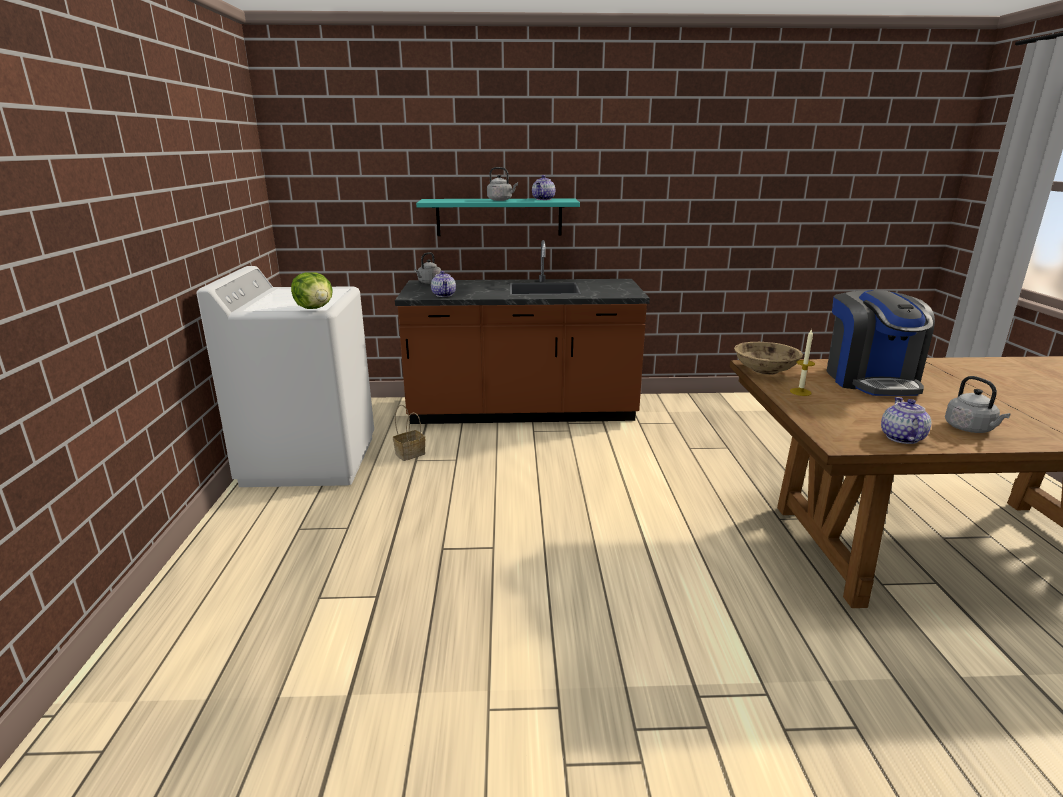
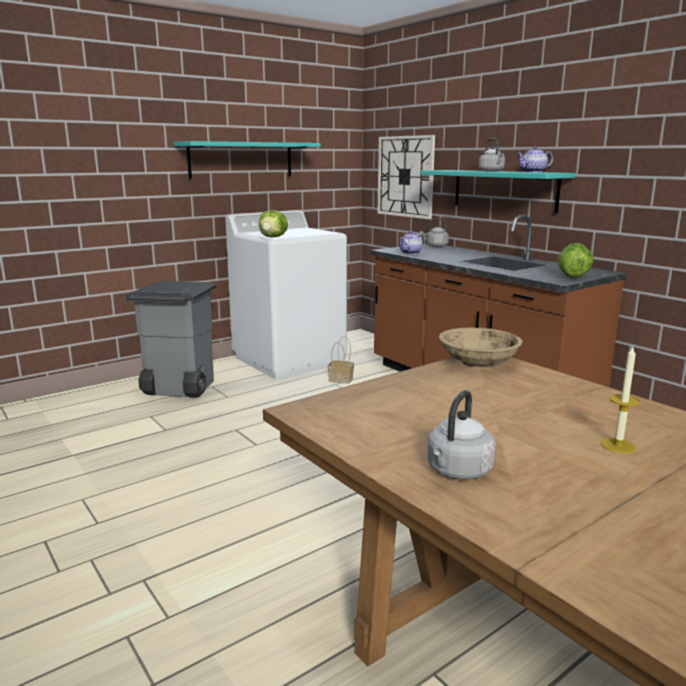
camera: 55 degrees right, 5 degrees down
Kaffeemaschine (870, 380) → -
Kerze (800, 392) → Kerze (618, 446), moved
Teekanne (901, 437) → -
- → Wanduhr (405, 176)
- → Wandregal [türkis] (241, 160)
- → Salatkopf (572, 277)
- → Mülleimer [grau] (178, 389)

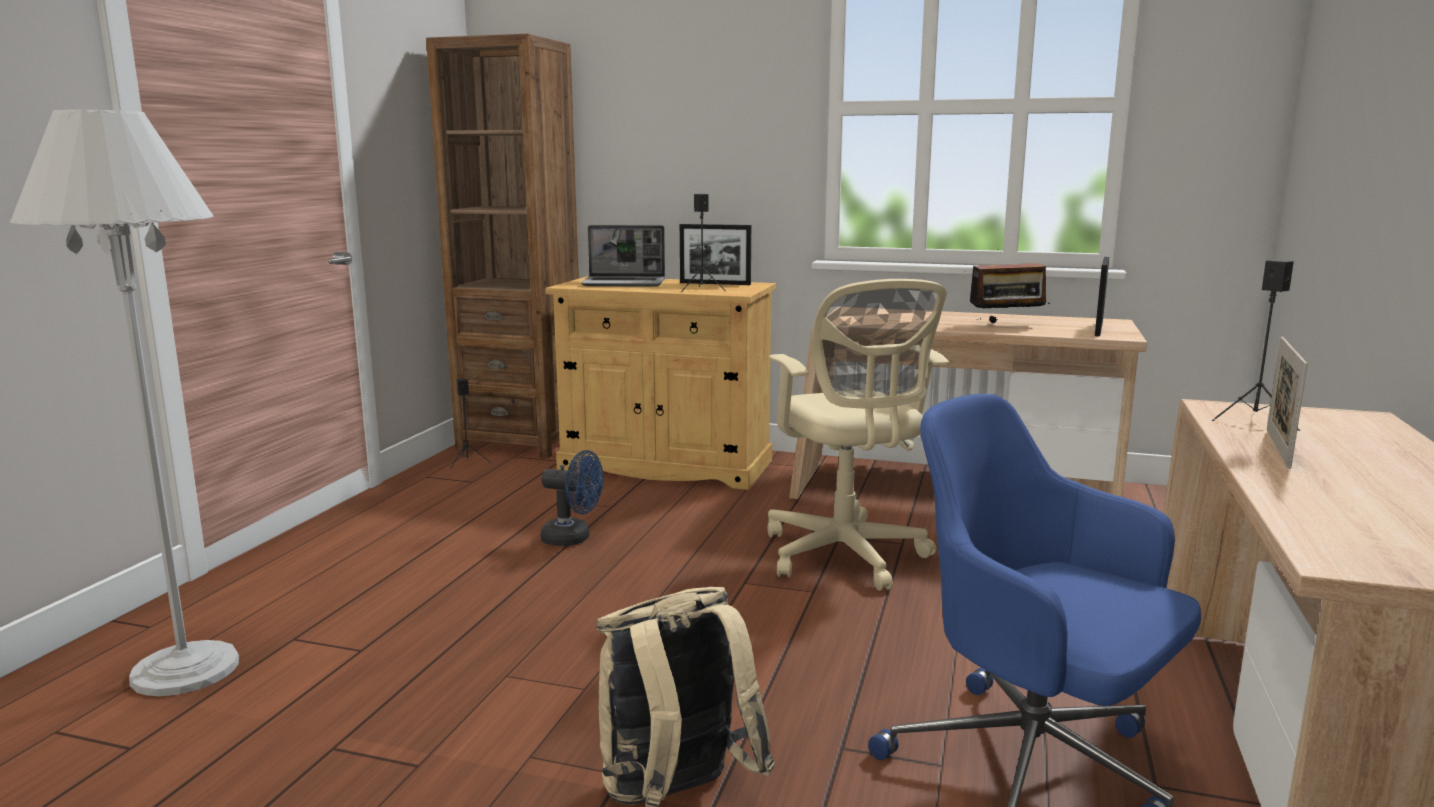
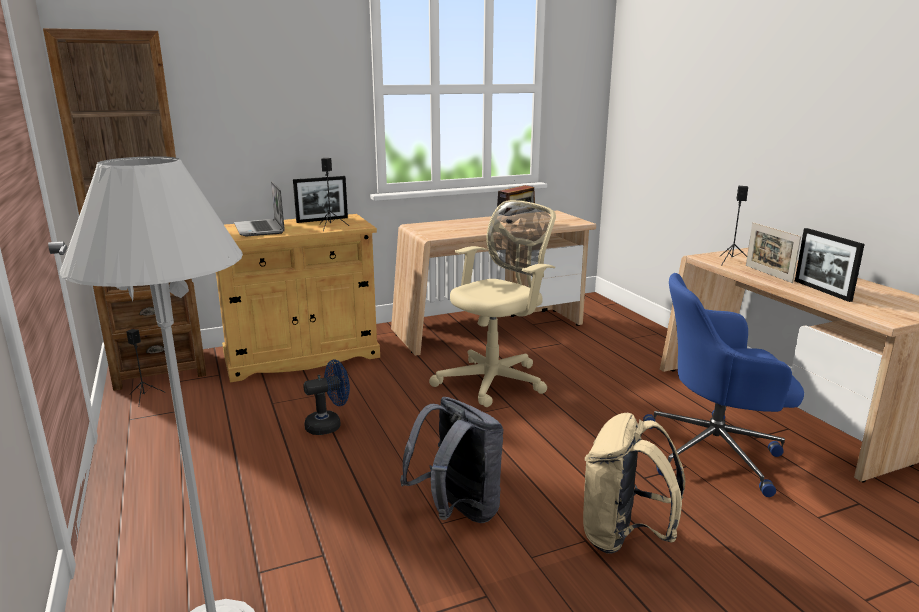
camera: 40 degrees left, 5 degrees up
Laptop (625, 283) → Laptop (260, 229), 105 degrees clockwise
Bilderrahmen (1098, 329) → Bilderrahmen (822, 290), moved
Bürostuhl [beige] (846, 557) → Bürostuhl [beige] (495, 380), 75 degrees counterclockwise
- → Rucksack [grau] (457, 511)

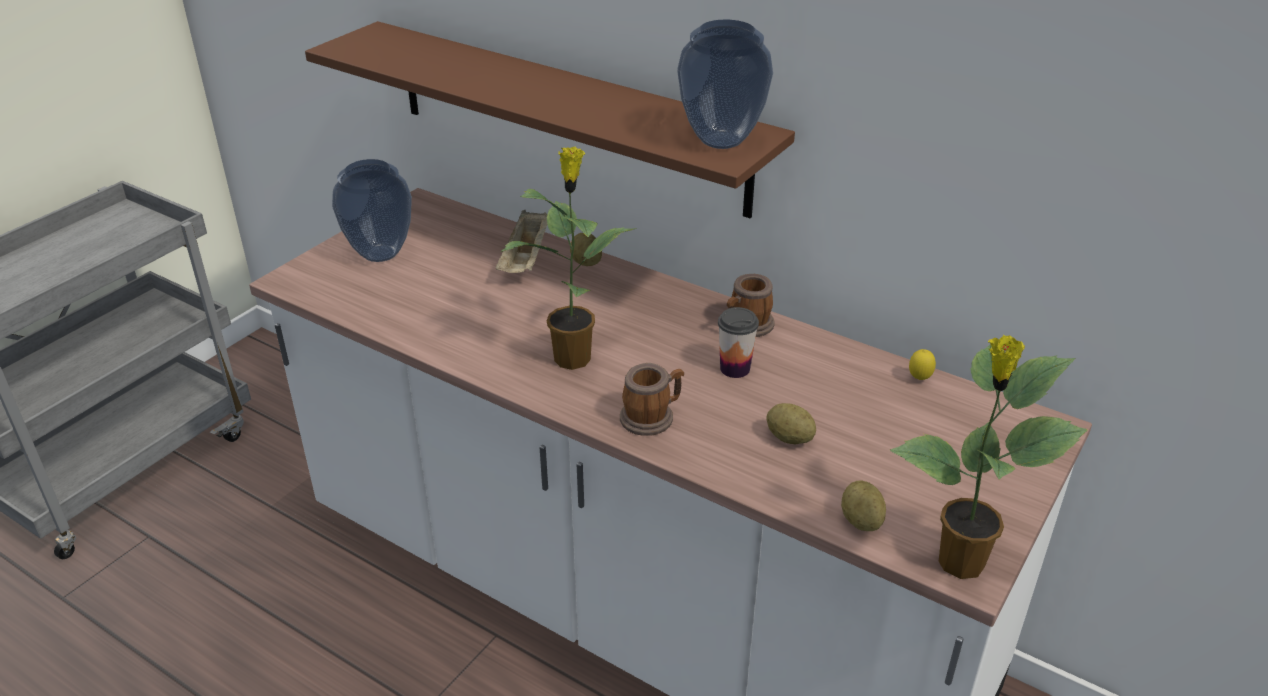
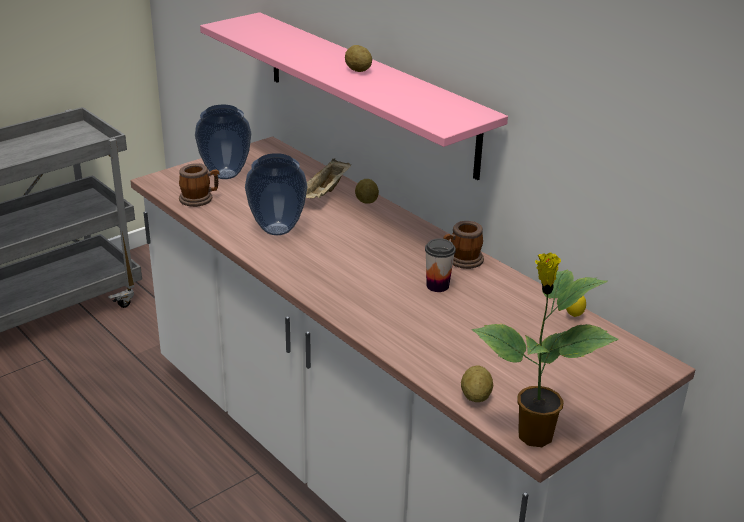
camera: 15 degrees right, 5 degrees down
Vase (720, 141) → Vase (276, 230), moved
Wandregal [braun] (566, 116) → Wandregal [rosa] (367, 91)
Topfpflanze (573, 357) → -
Henkelbecher (652, 417) → Henkelbecher (200, 199), moved
Kartoffel (789, 438) → Kartoffel (358, 70), moved

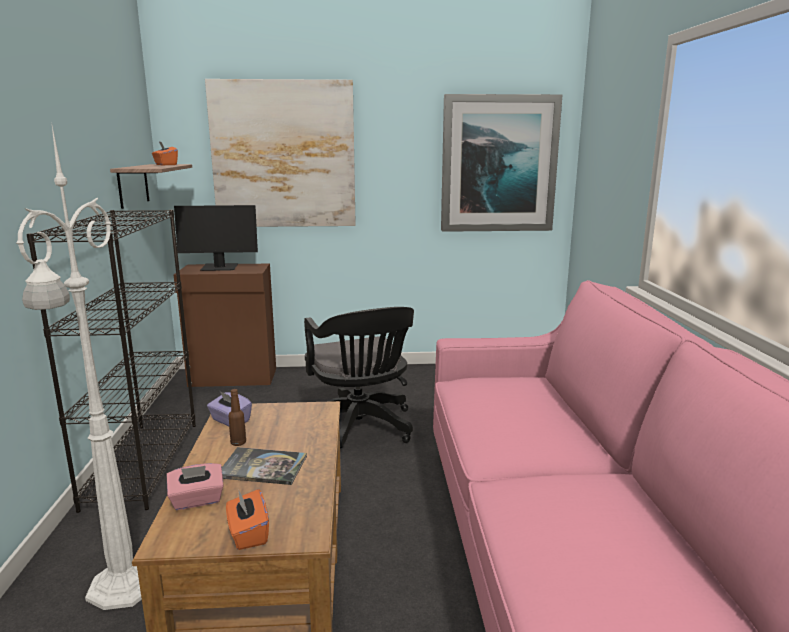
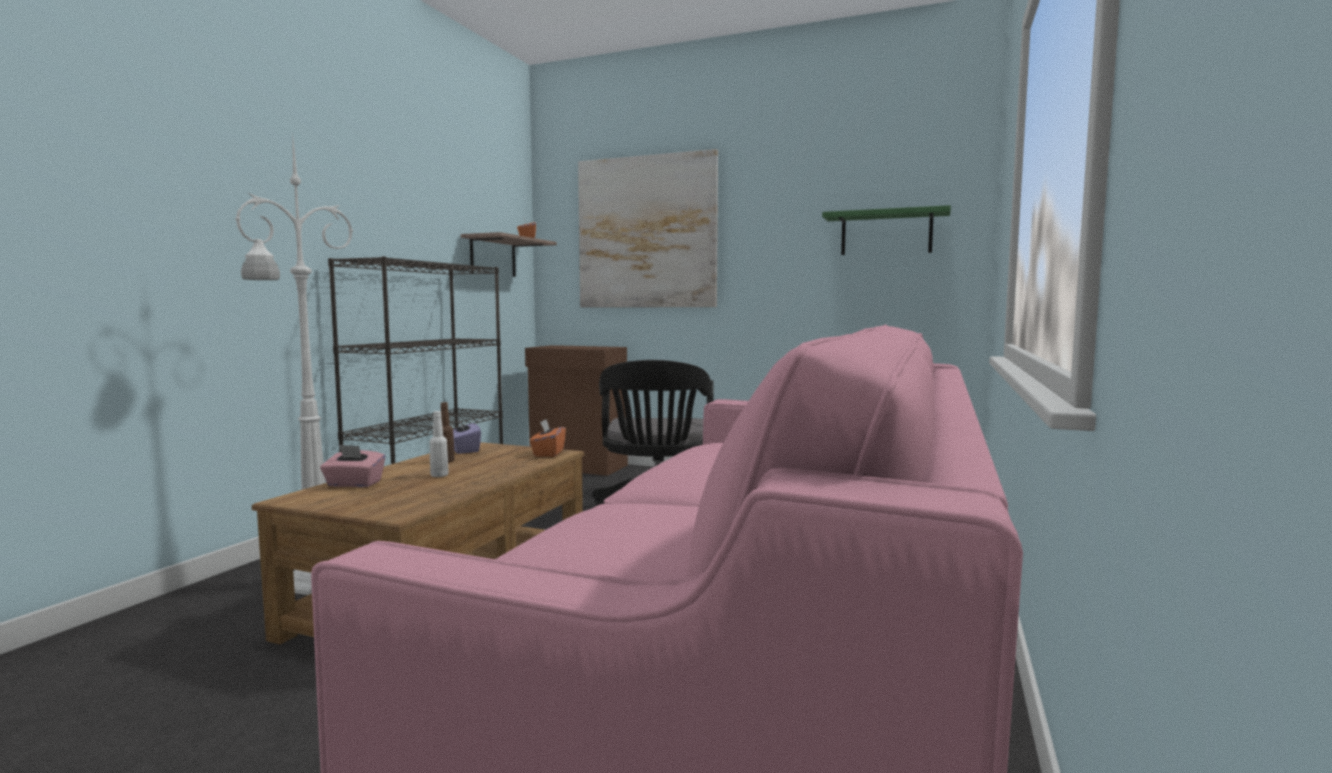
camera: 25 degrees right, 10 degrees down
Bild (498, 164) → Wandregal [grün] (886, 233)
Monitor (220, 268) → -
Buch (263, 467) → Flasche [weiß] (439, 475)
Taschentuchbox [orange] (248, 534) → Taschentuchbox [orange] (548, 453), moved

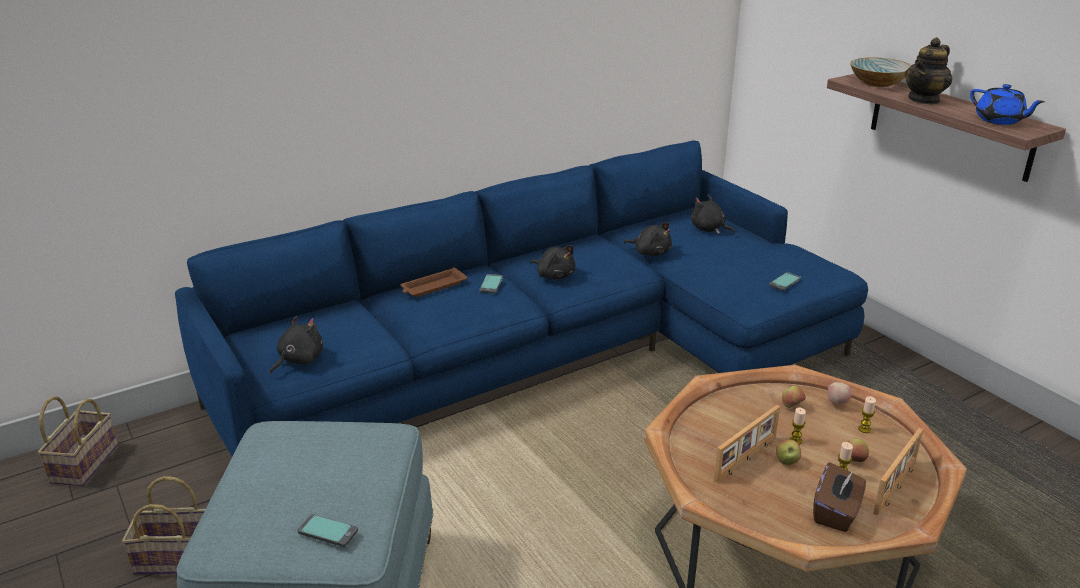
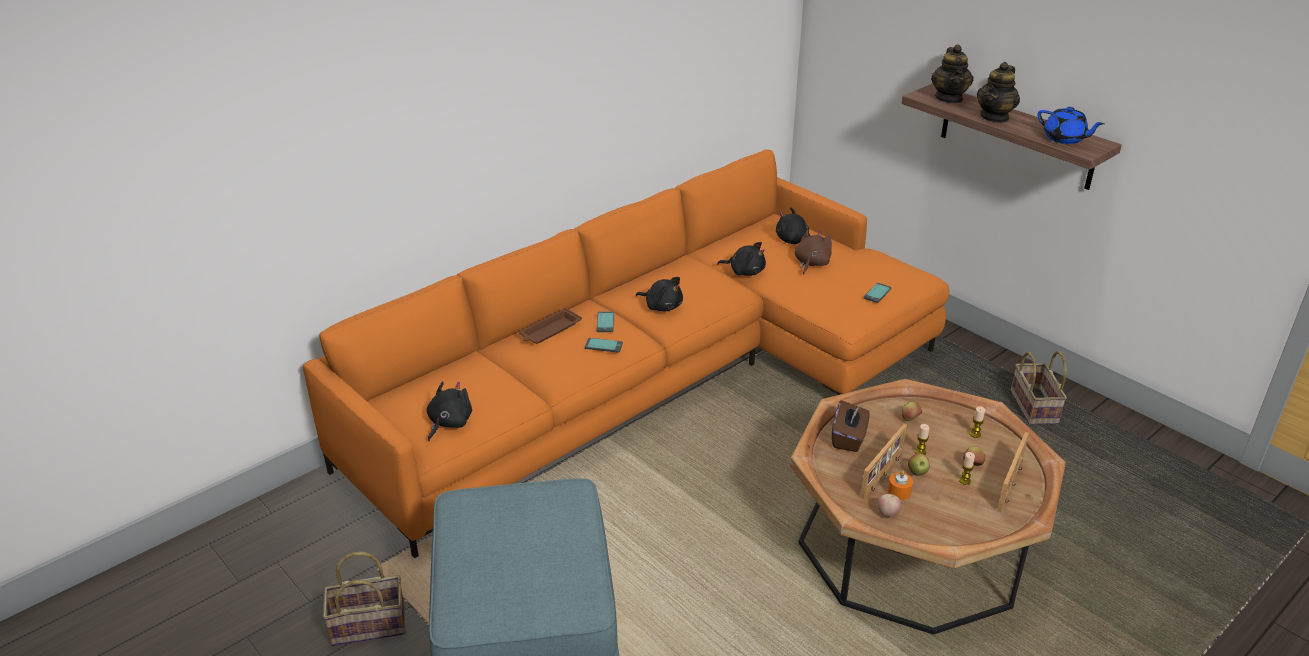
camera: 10 degrees left, 5 degrees up
Schüssel (878, 83) → Teekanne (949, 98)
Sofa [blau] (551, 357) → Sofa [orange] (657, 381)
Apfel (837, 403) → Apfel (887, 514), moved
Korb (84, 462) → Korb (1032, 406), moved
Taschentuchbox [braun] (836, 512) → Taschentuchbox [braun] (849, 438), moved
Handy (328, 531) → Handy (603, 346), moved
- → Plüschtier [braun] (811, 263)
- → Kerze [orange] (899, 491)

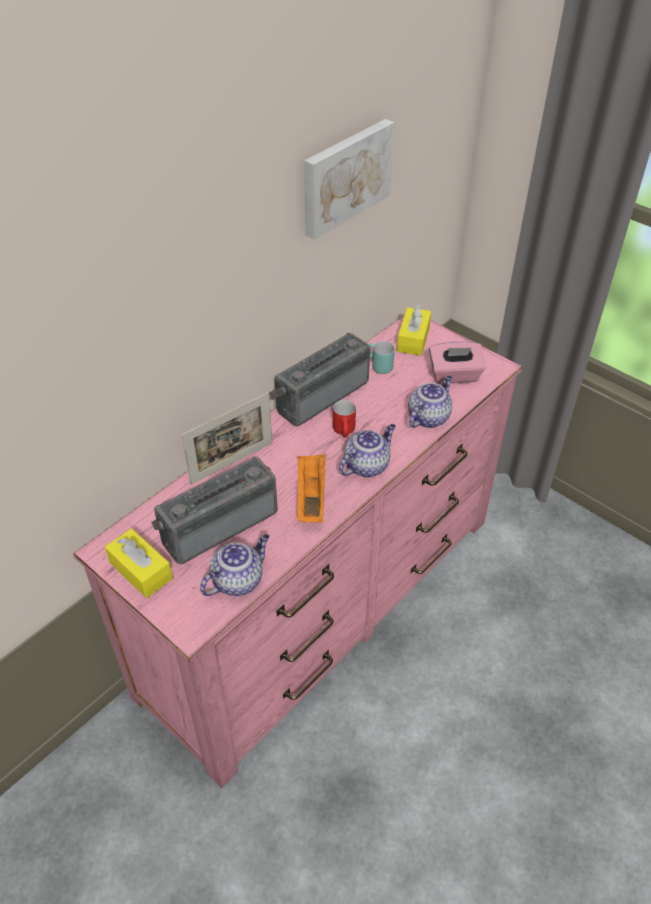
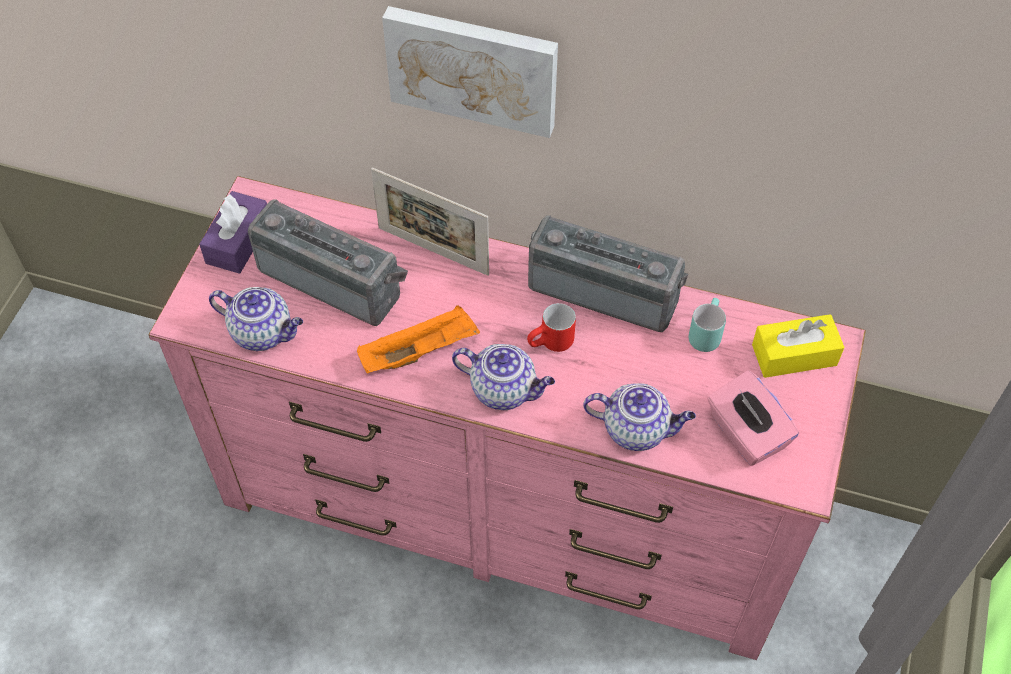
camera: 65 degrees right, 10 degrees up
Bild (345, 177) → Bild (473, 67), moved
Taschentuchbox [gelb] (141, 570) → Taschentuchbox [lila] (238, 241)

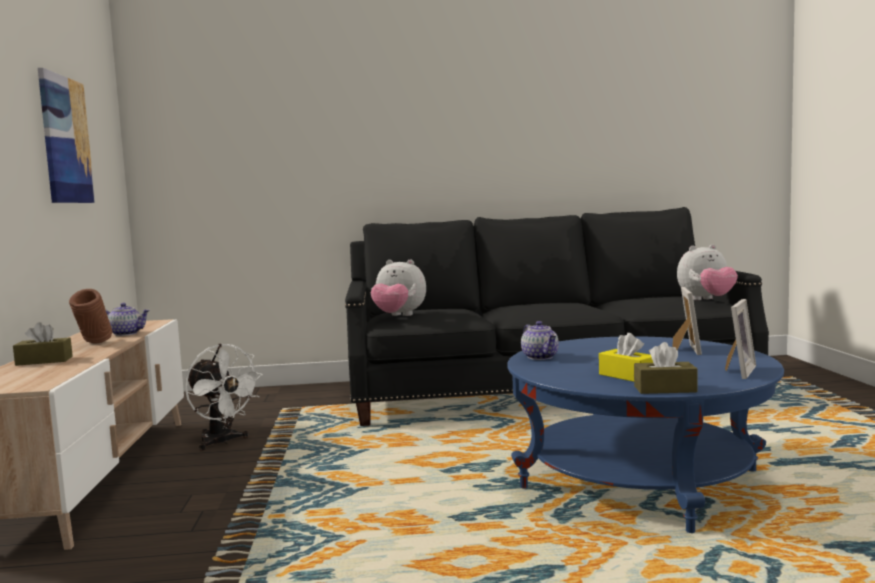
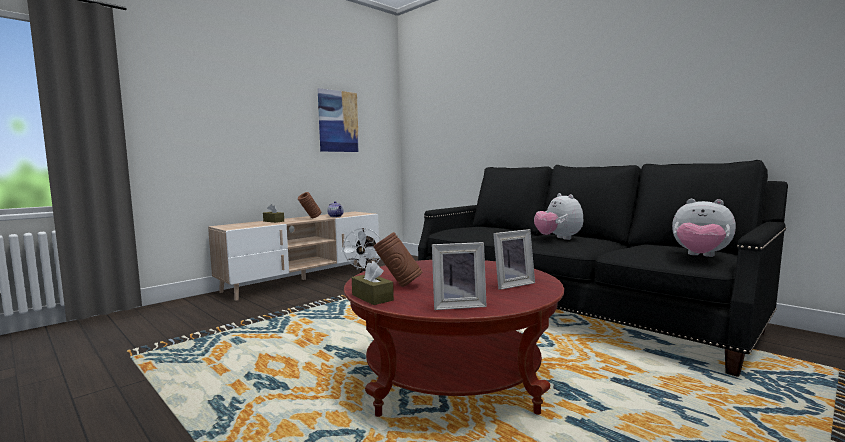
camera: 50 degrees right, 0 degrees up
Plüschtier (398, 316) → Plüschtier (558, 238), moved
Teekanne (540, 357) → -
Taschentuchbox [gelb] (627, 376) → Vase [braun] (398, 285)
Couchtisch [blau] (639, 480) → Couchtisch [rot] (453, 377)

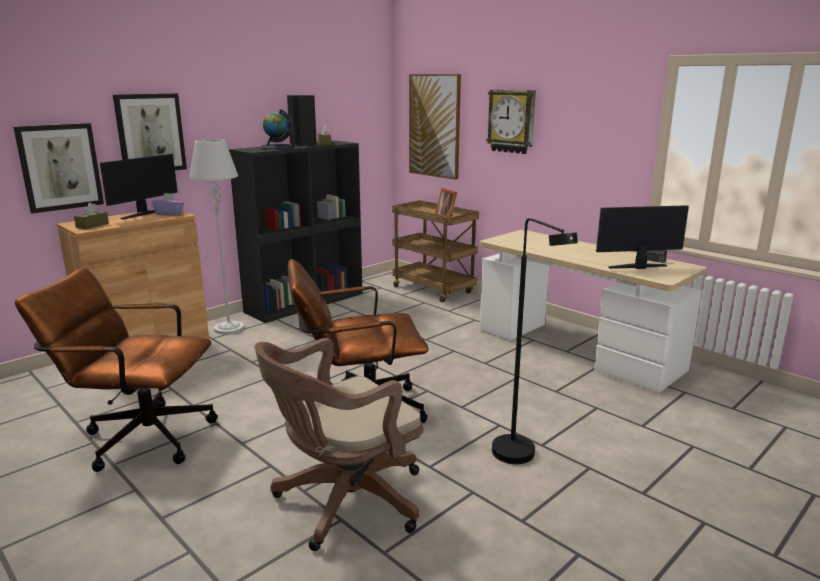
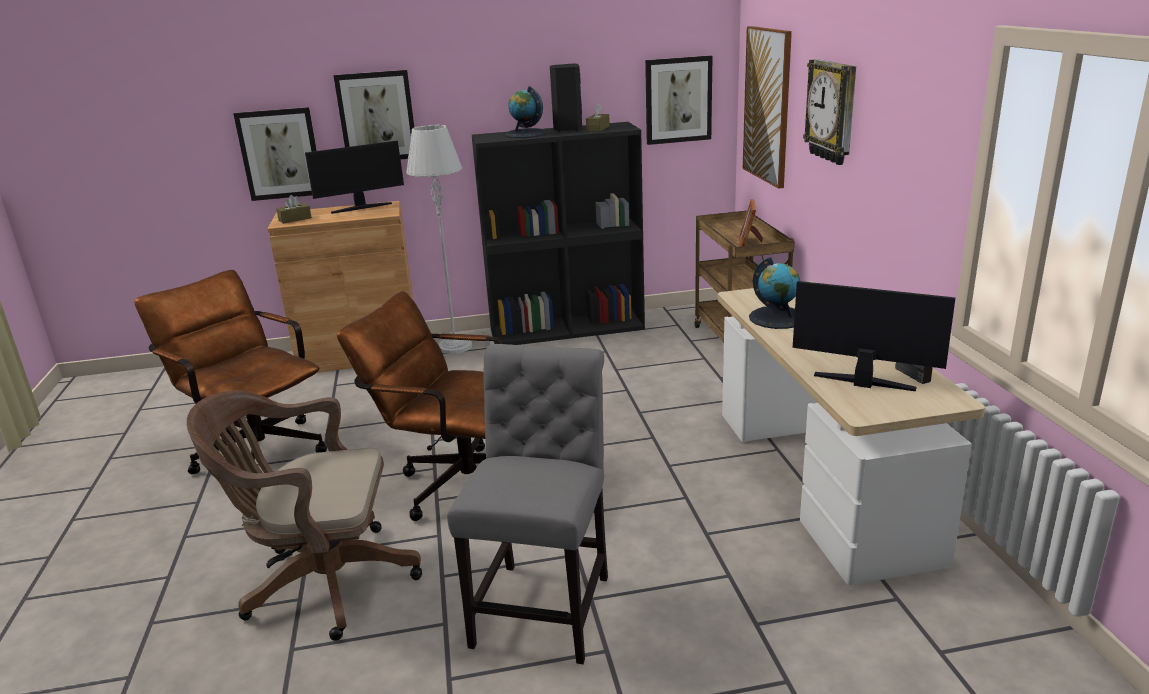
camera: 35 degrees right, 5 degrees up
Taschentuchbox [lila] (169, 214) → -
Stehlampe [schwarz] (521, 458) → Stuhl [grau] (545, 605)
- → Bild (678, 100)
- → Globus (777, 318)

